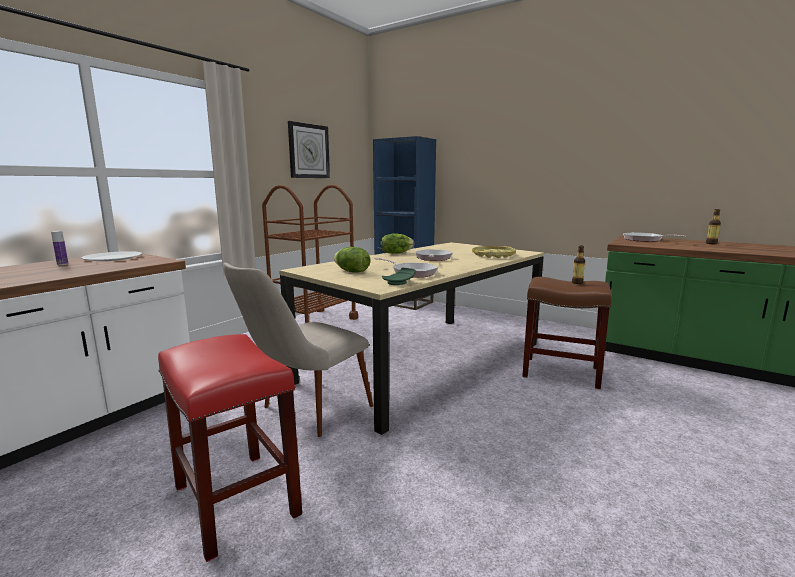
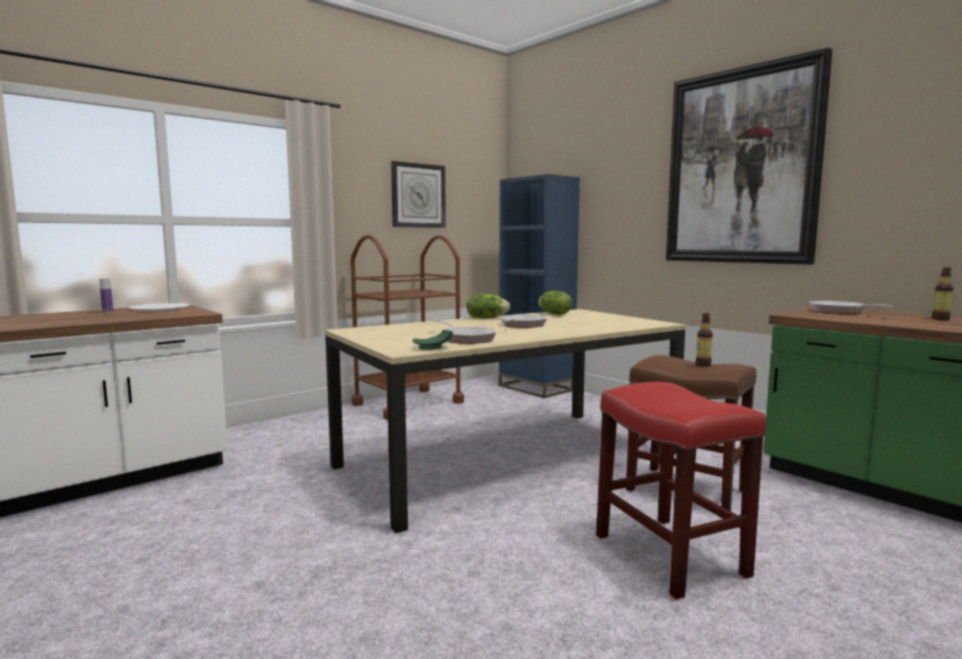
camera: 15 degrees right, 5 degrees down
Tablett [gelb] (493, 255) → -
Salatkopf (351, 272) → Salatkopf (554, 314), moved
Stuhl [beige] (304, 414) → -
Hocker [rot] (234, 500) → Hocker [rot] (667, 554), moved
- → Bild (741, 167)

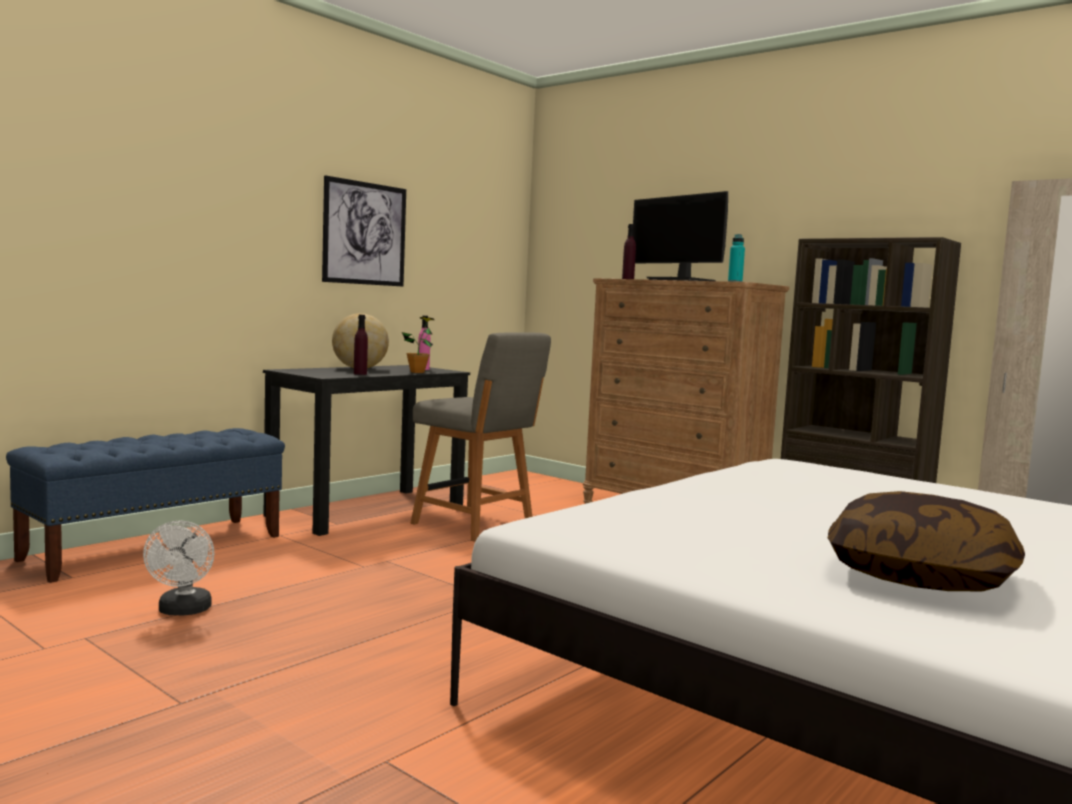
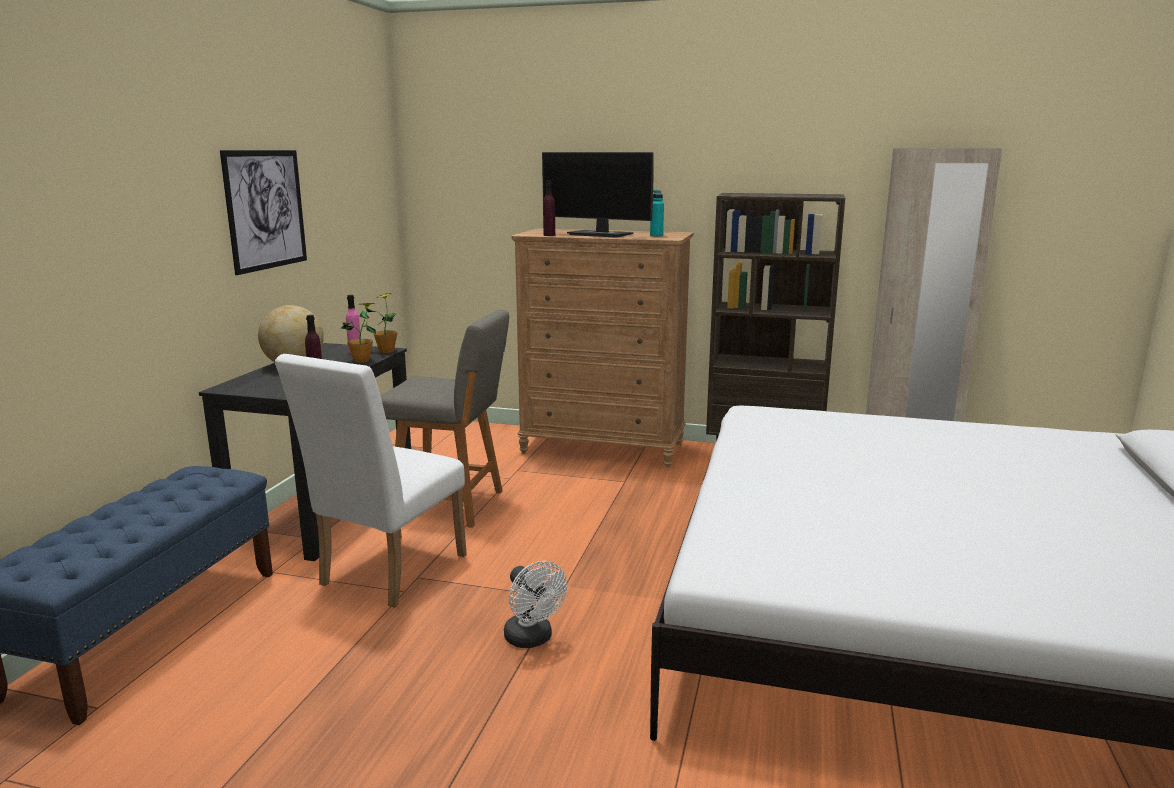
camera: 25 degrees left, 10 degrees up
Kissen (920, 575) → -
Ventilator [weiß] (183, 611) → Ventilator [weiß] (532, 639), moved
- → Topfpflanze (386, 351)
- → Stuhl [weiß] (386, 574)

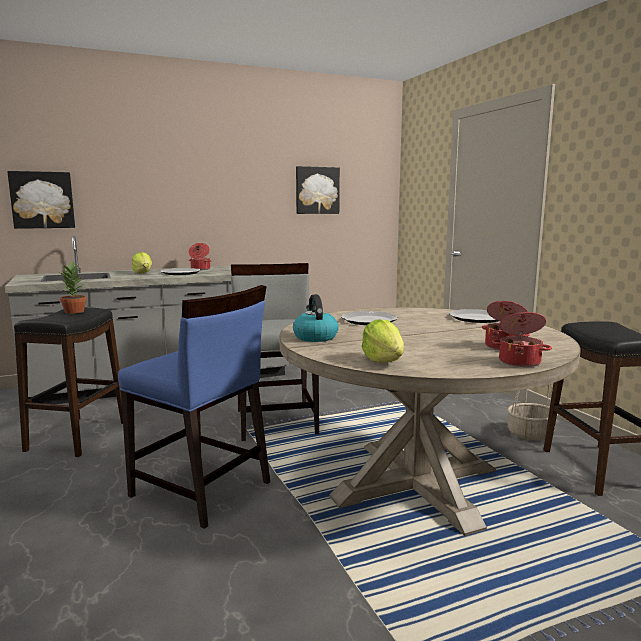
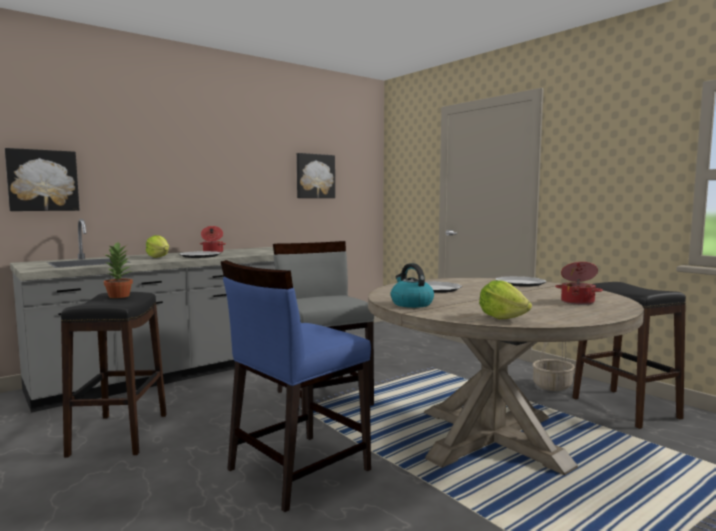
camera: 15 degrees left, 5 degrees down
Stuhl [blau] (201, 490) → Stuhl [blau] (297, 469), 120 degrees clockwise
Kochtopf (519, 362) → -

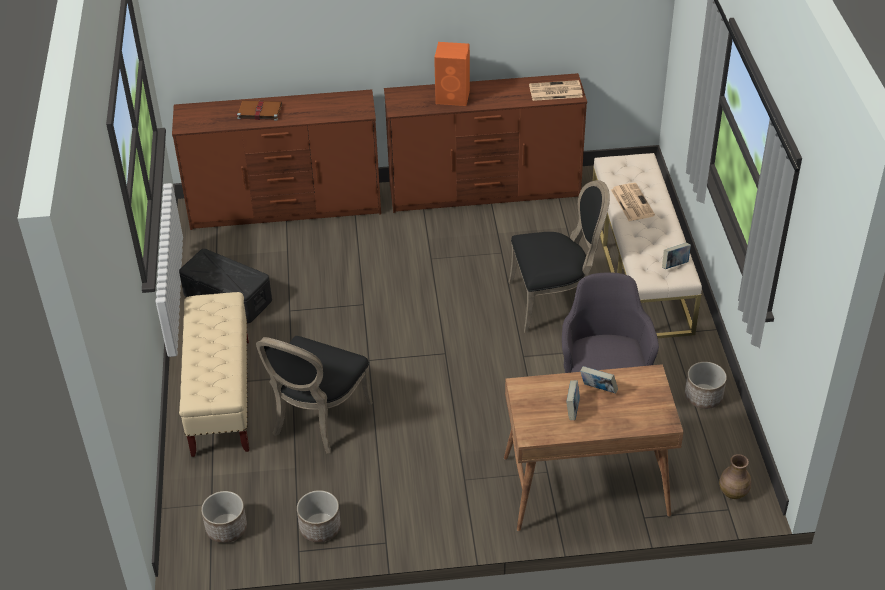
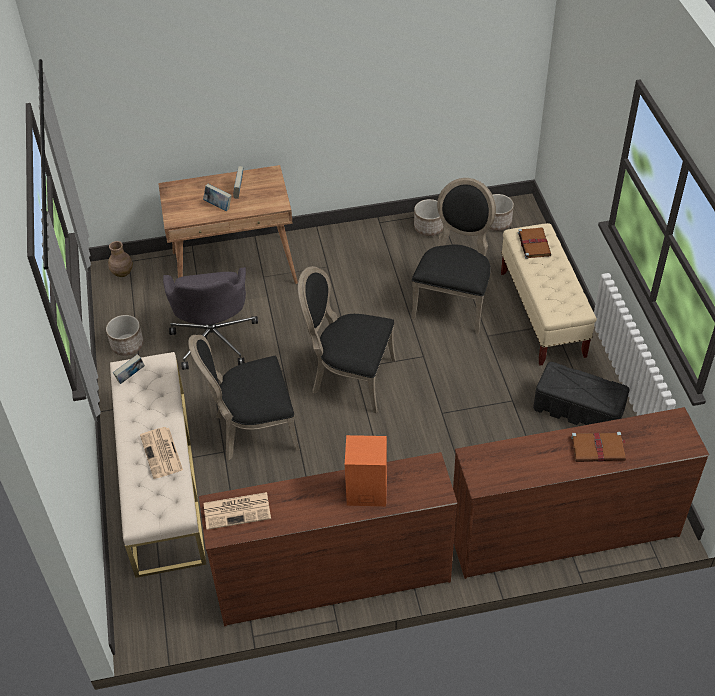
camera: 175 degrees right, 5 degrees up
- → Buch [braun] (533, 243)
- → Stuhl [schwarz] (350, 378)

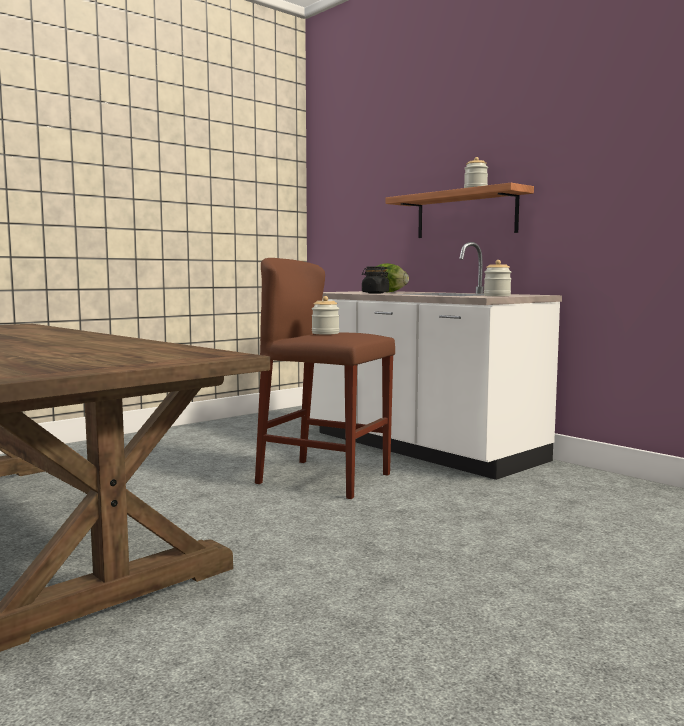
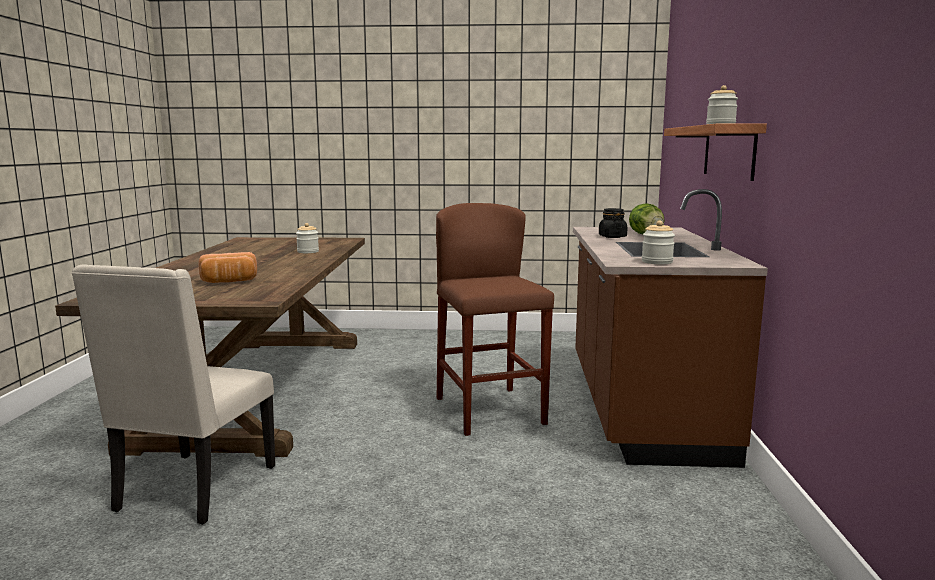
camera: 45 degrees right, 5 degrees up
Küchenzeile [weiß] (419, 447) → Küchenzeile [braun] (641, 406)
Vorratsglas (325, 333) → Vorratsglas (308, 252), moved
- → Brot (229, 282)
- → Stuhl [beige] (194, 489)

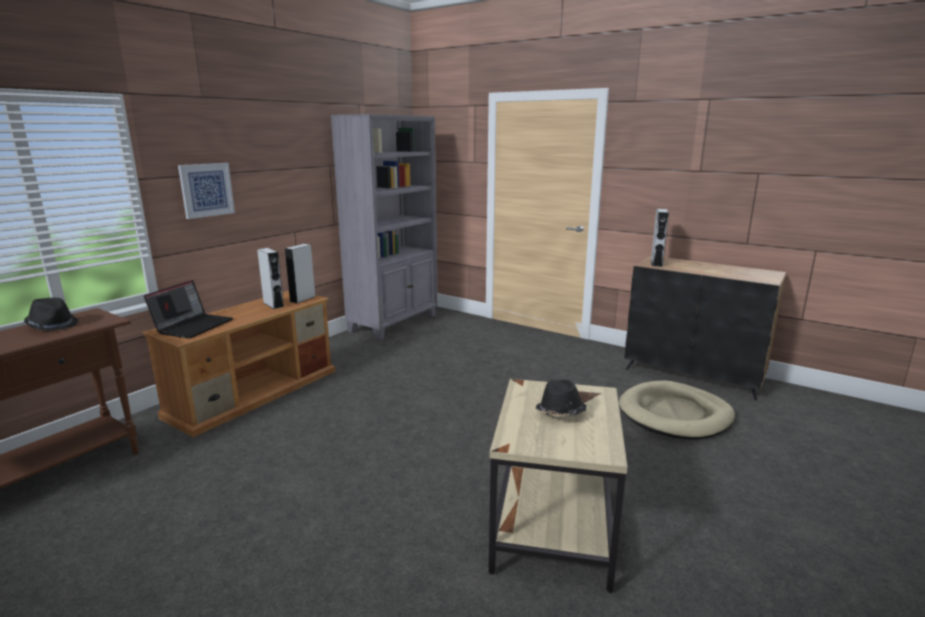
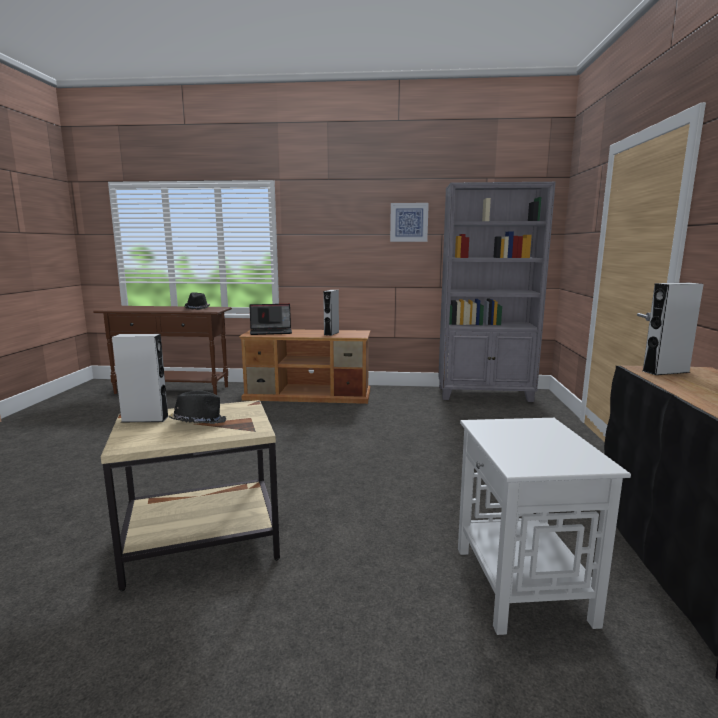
camera: 60 degrees right, 5 degrees down
Bild (206, 190) → Bild (409, 222), moved
Lautsprecher [grau] (303, 299) → Lautsprecher [grau] (145, 419), moved
Hundebett [beige] (675, 414) → Beistelltisch [weiß] (522, 585)

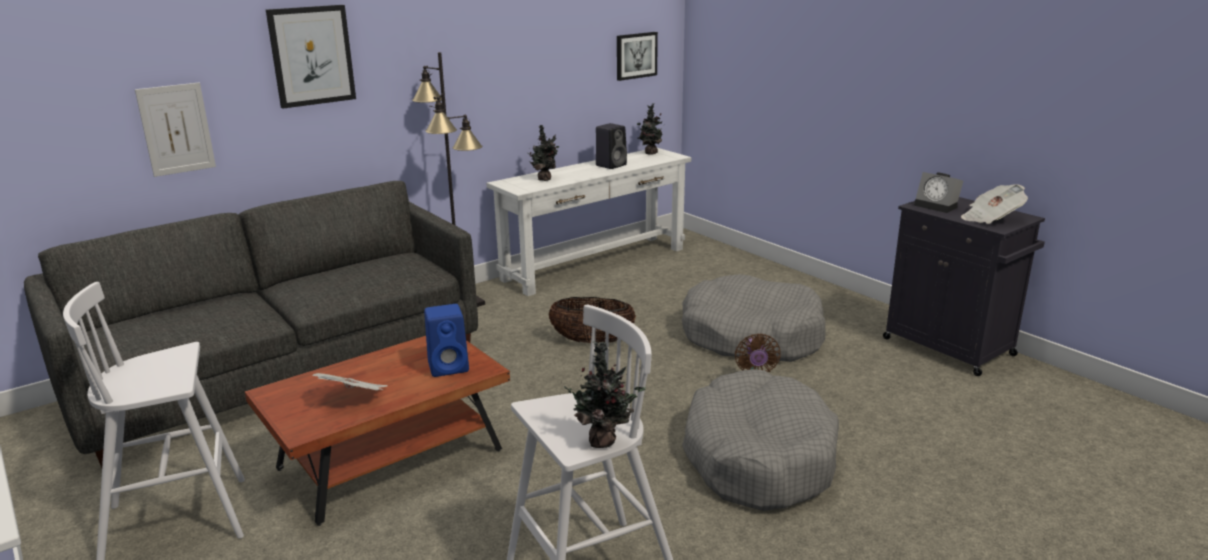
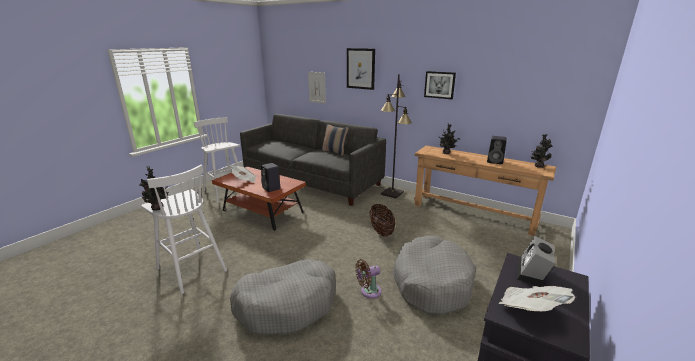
camera: 70 degrees right, 0 degrees up
Bild (636, 55) → Bild (439, 85), moved
Konsolentisch [weiß] (595, 264) → Konsolentisch [braun] (473, 213)
Lautsprecher [blau] (450, 367) → Lautsprecher [schwarz] (272, 188)
- → Kissen (334, 152)

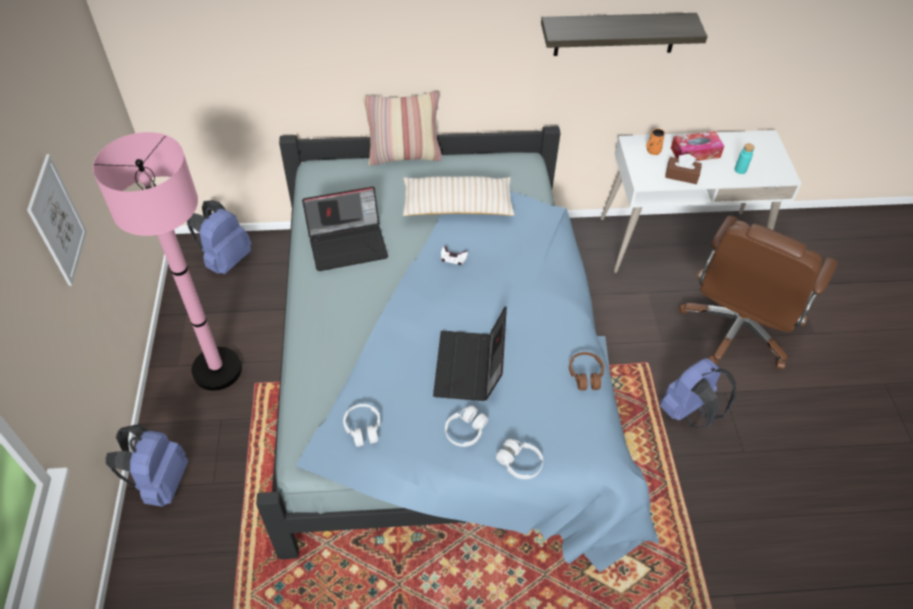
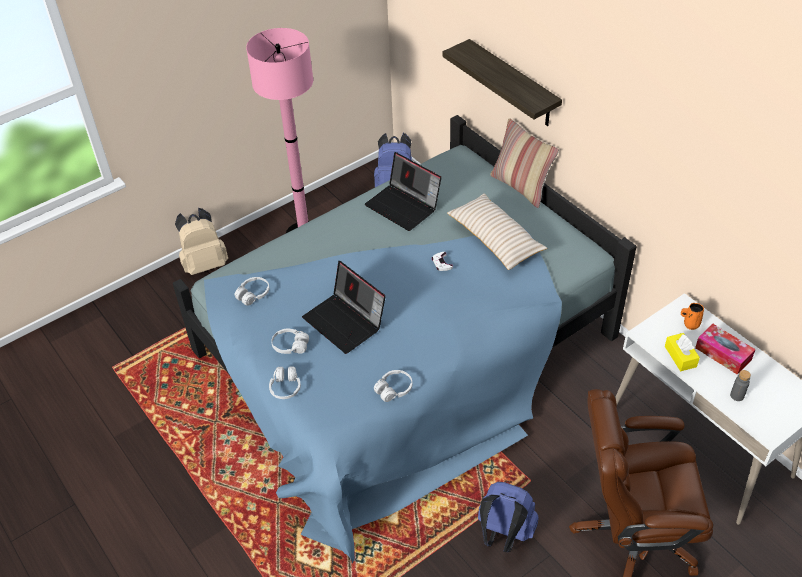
camera: 60 degrees right, 5 degrees down
Wandregal (615, 34) → Wandregal (513, 84), moved
Flasche [türkis] (740, 170) → Flasche [grau] (737, 395)
Bild (57, 221) → -
Taschentuchbox [braun] (681, 175) → Taschentuchbox [gelb] (680, 356)
Laptop (470, 368) → Laptop (346, 322), 105 degrees counterclockwise
Kopfhörer [braun] (585, 375) → Kopfhörer [weiß] (394, 389)
Rucksack [blau] (160, 482) → Rucksack [beige] (205, 264)

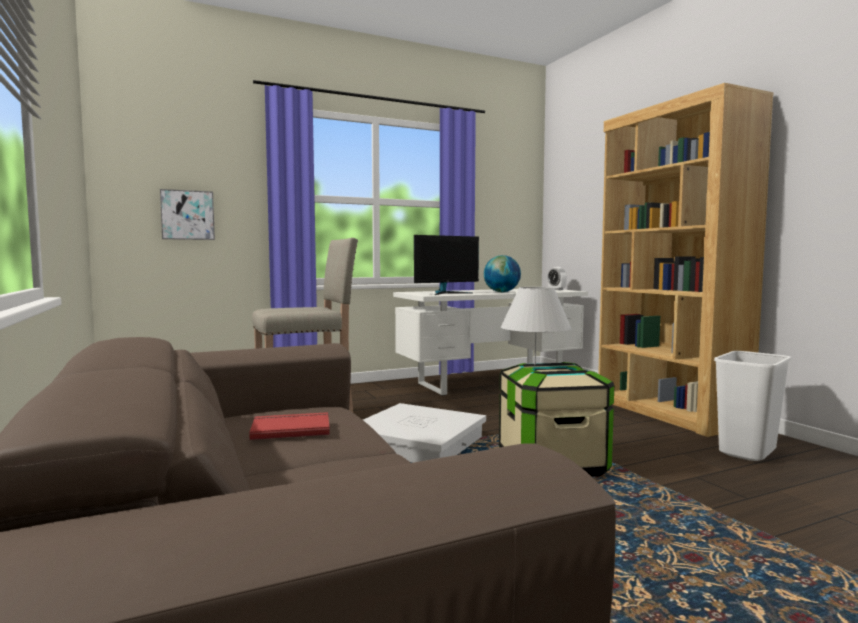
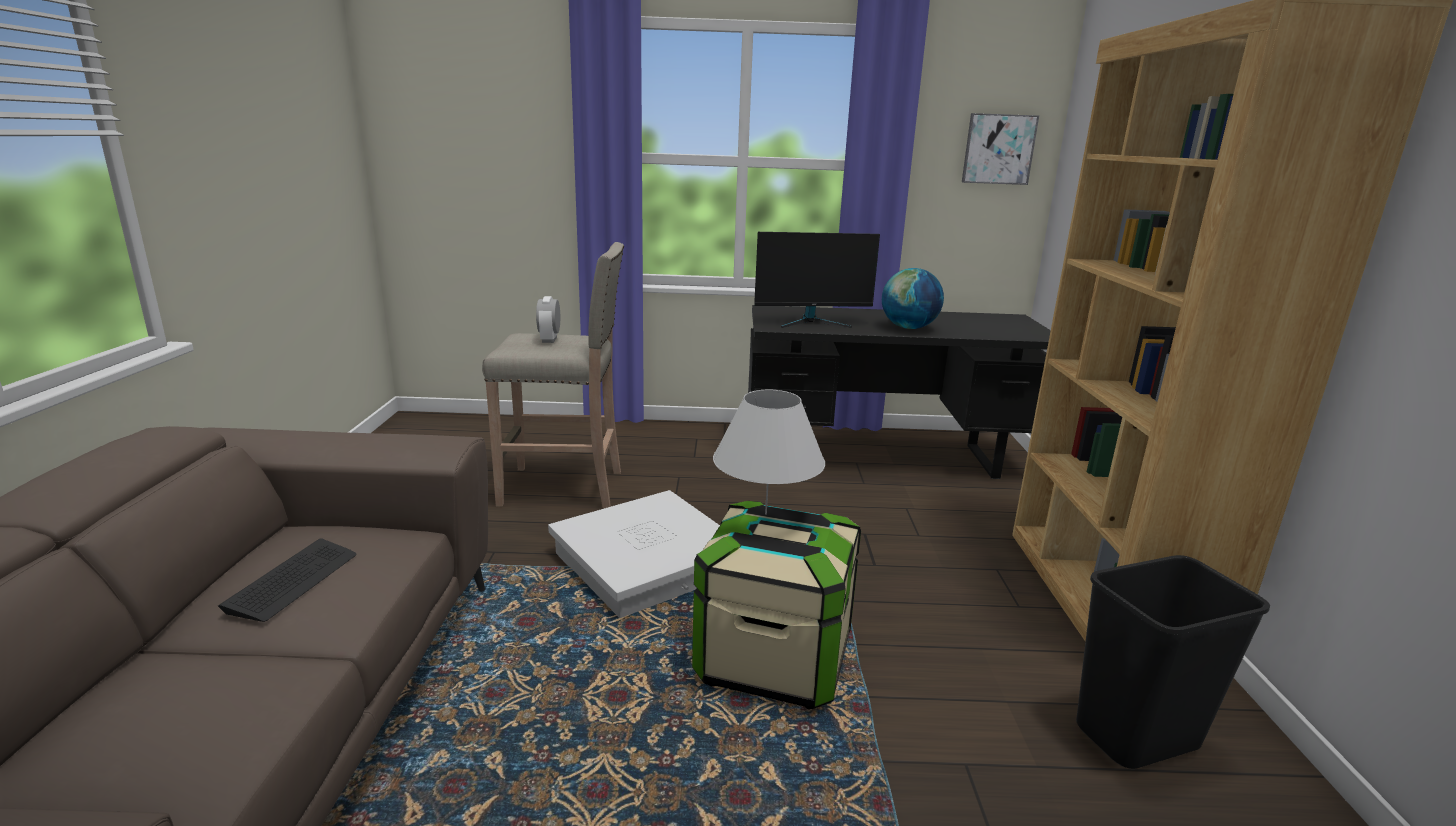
camera: 25 degrees right, 15 degrees up
Bild (187, 215) → Bild (998, 149), moved
Wecker (556, 289) → Wecker (549, 339), moved
Schreibtisch [weiß] (490, 382) → Schreibtisch [schwarz] (884, 458)
Mülleimer [weiß] (746, 451) → Mülleimer [schwarz] (1135, 735)
Buch [rot] (290, 428) → Tastatur (293, 581)

